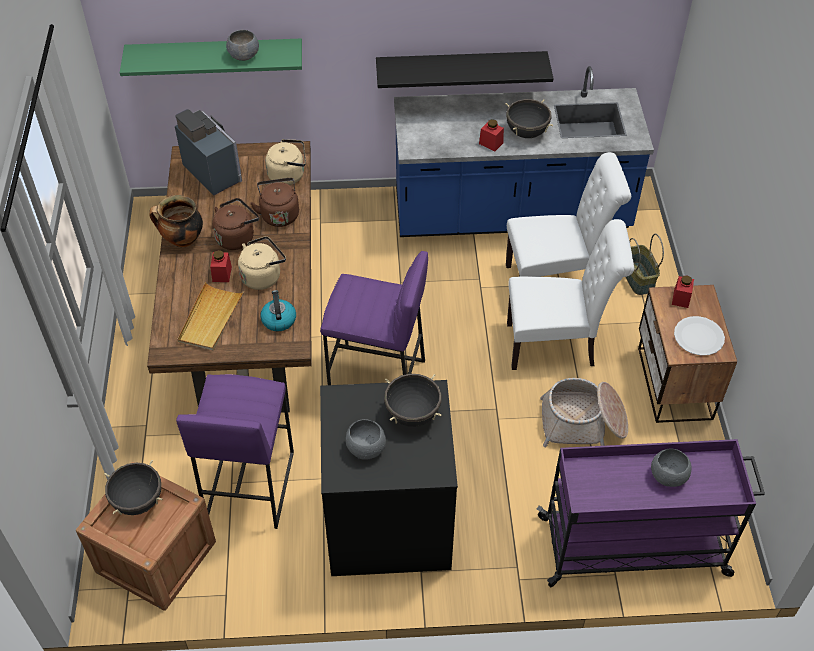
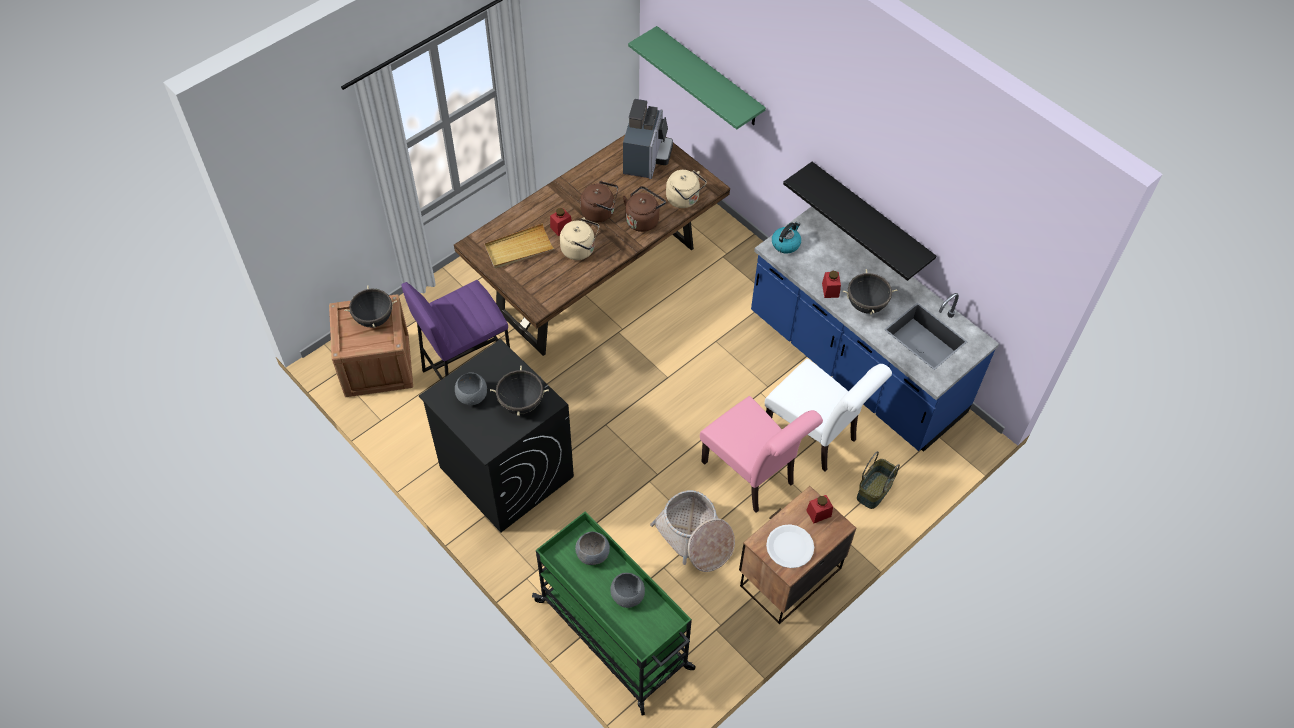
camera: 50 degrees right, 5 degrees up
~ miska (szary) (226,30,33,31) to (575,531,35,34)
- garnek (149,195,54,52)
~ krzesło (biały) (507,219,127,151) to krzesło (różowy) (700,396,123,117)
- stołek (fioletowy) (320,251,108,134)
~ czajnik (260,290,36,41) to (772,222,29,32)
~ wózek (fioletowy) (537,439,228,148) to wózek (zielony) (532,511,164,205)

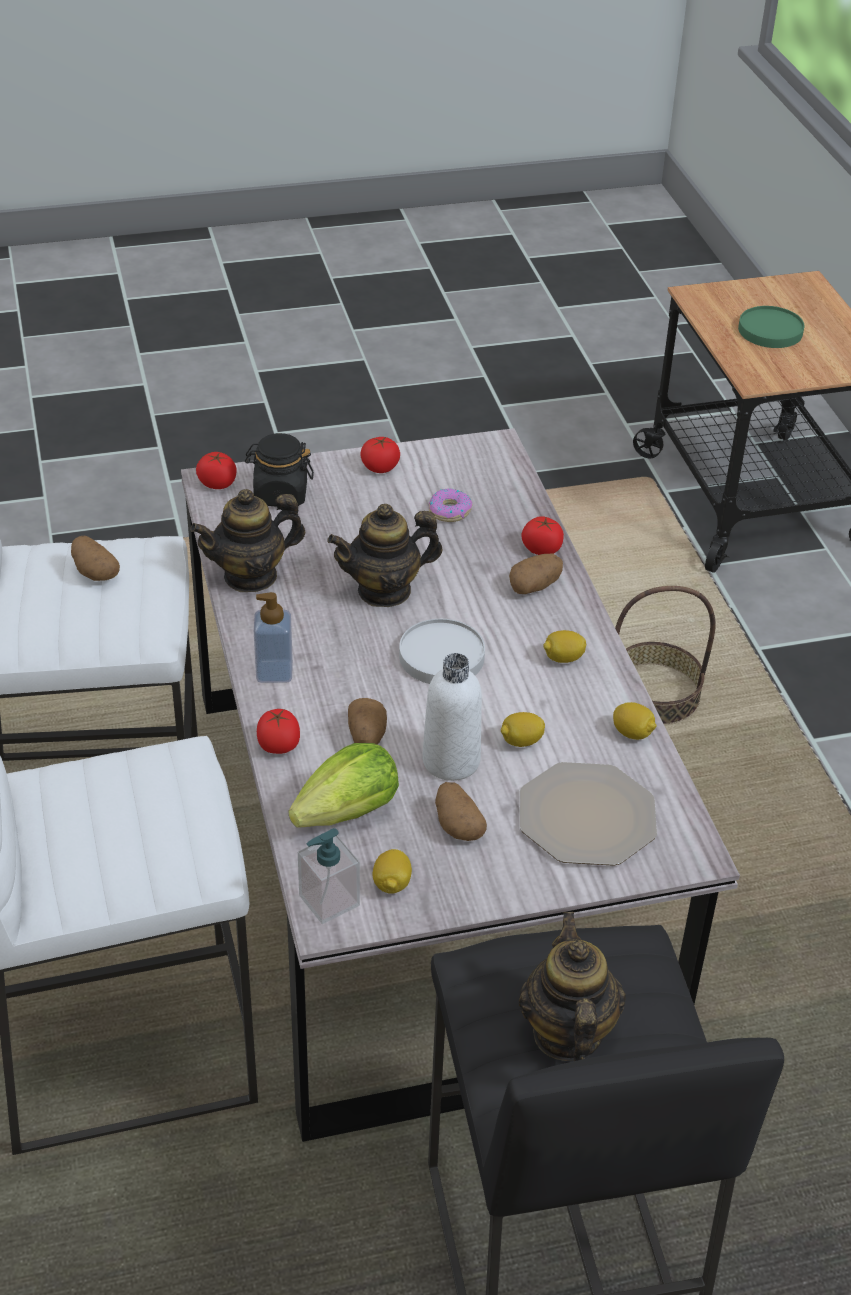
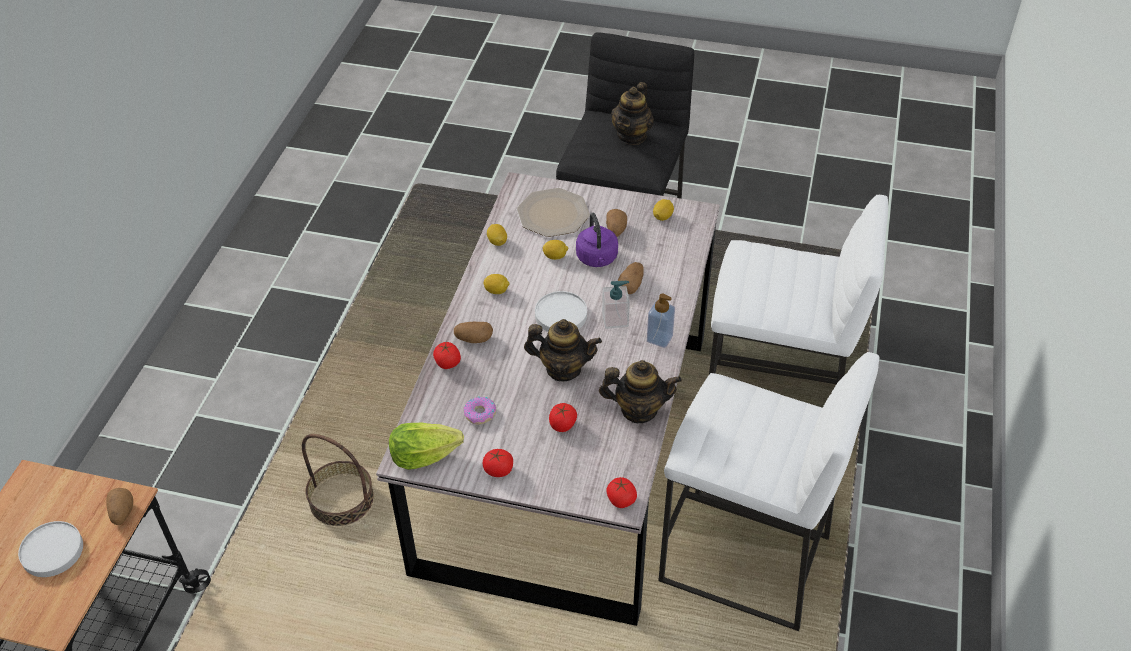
camera: 150 degrees left, 5 degrees up
~ talerz (zielony) (738,306,66,42) to talerz (biały) (18,521,65,56)
- słoik (czarny) (245,433,69,73)
~ ziemniak (71,536,49,45) to (106,488,27,37)
~ butelka (biały) (422,653,60,128) to czajnik (fioletowy) (576,213,42,54)
~ pomidor (257,709,43,45) to (549,403,28,29)
~ sałata (289,743,110,84) to (389,423,75,47)
~ dozownik mydła (298,828,62,96) to (602,281,28,48)

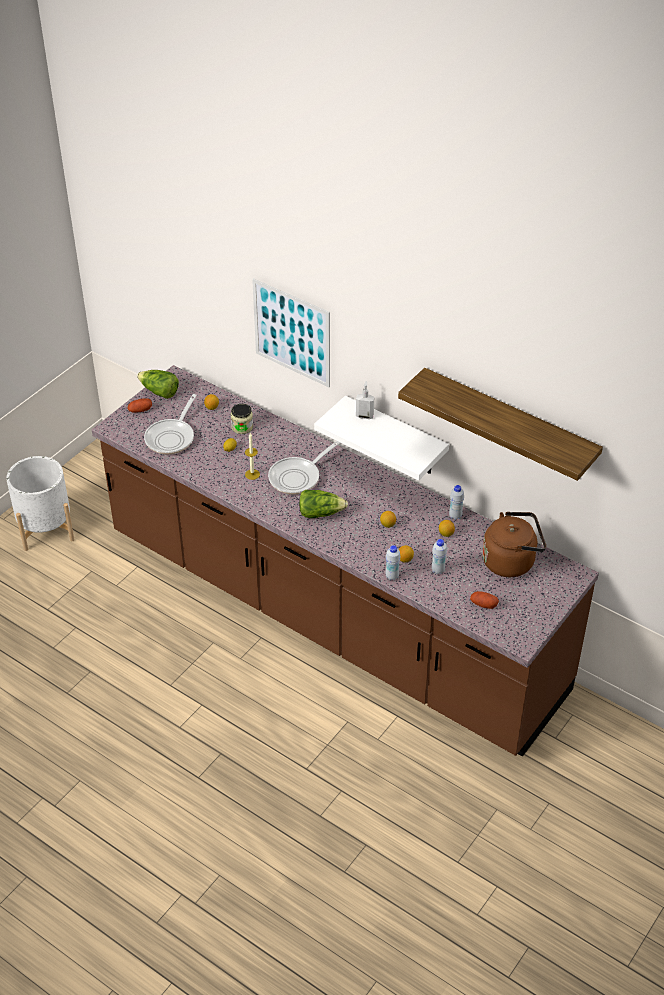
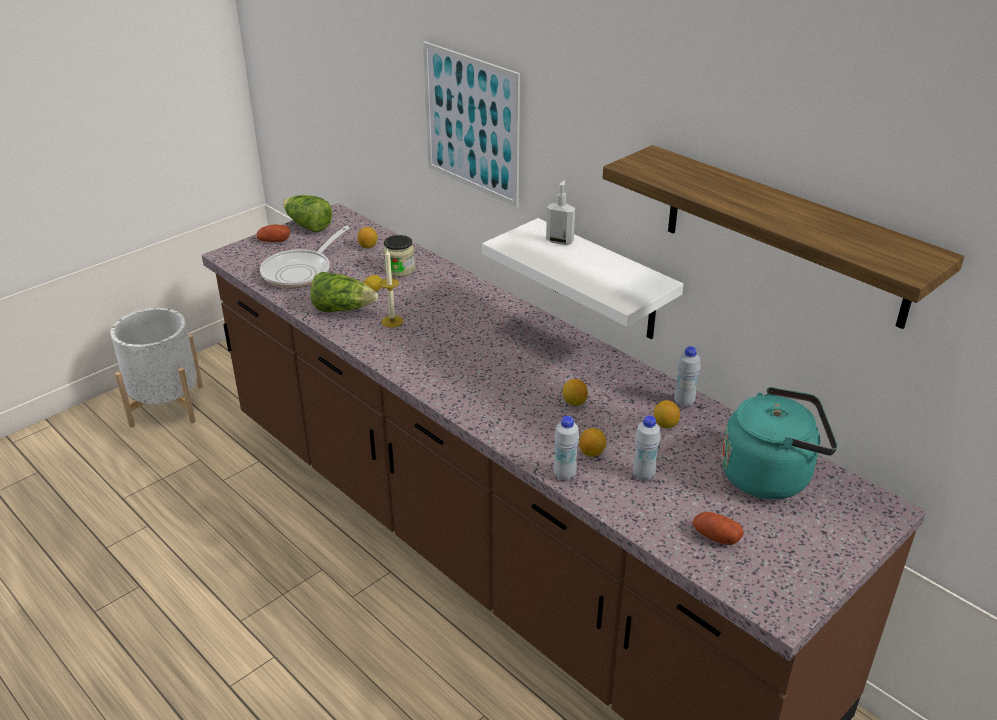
camera: 10 degrees right, 10 degrees down
- patelnia (268,441,72,54)
~ sałata (299,490,49,28) to (311,272,68,40)
~ czajnik (brązowy) (482,512,64,65) to czajnik (turkusowy) (721,387,116,112)

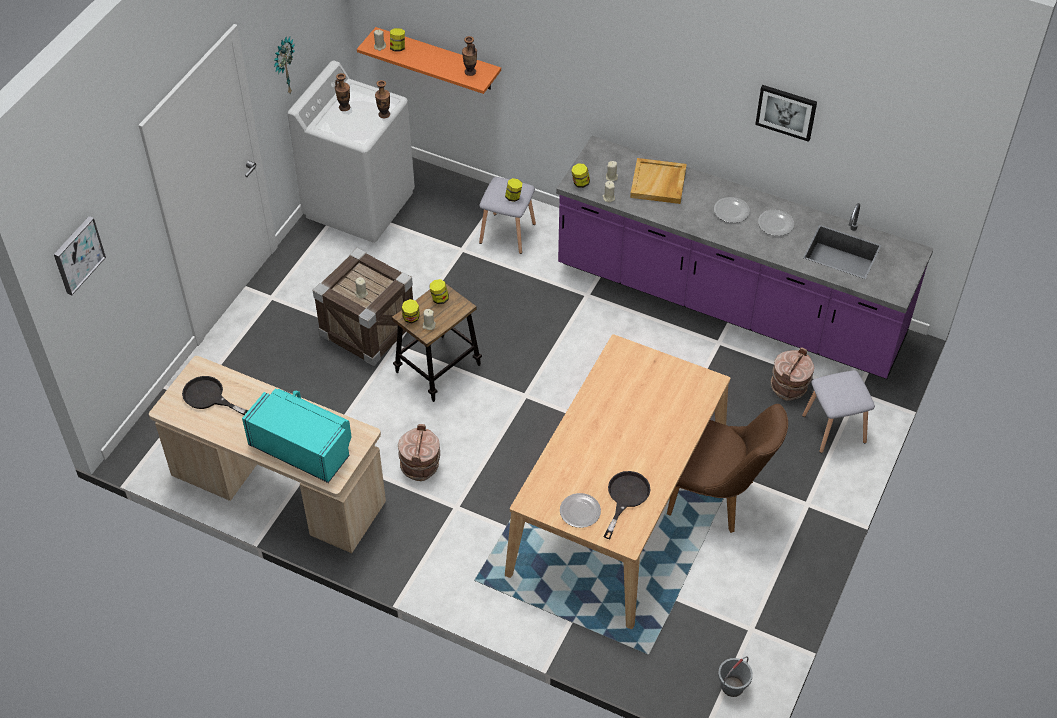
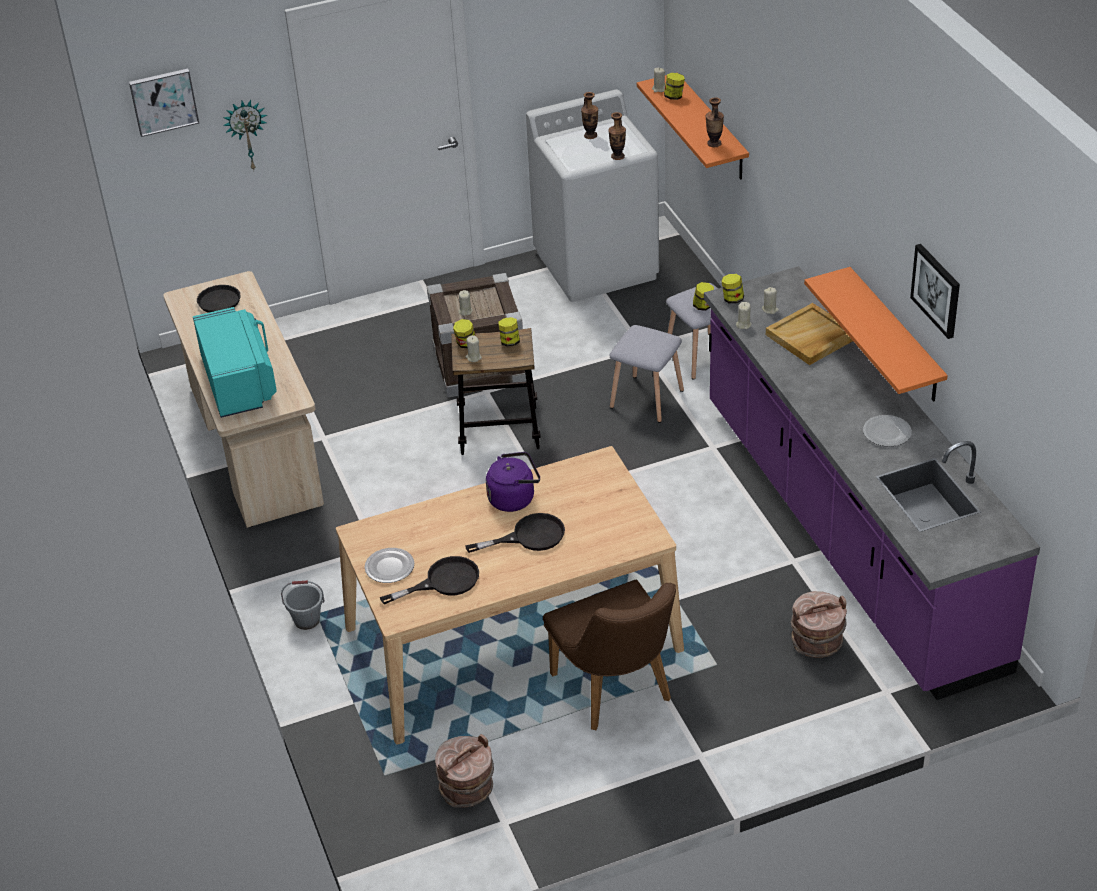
camera: 45 degrees right, 10 degrees down
~ zegar ścienny (274,37,21,58) to (223,100,44,70)
- talerz (714,197,36,26)
~ stołek (szary) (802,370,73,83) to (610,325,74,98)
~ wiadro (brązowy) (398,424,42,57) to (435,734,59,74)
~ wiadro (szary) (718,656,35,41) to (281,581,44,49)
+ półka (pomarańczowy) (804,267,144,135)
+ czajnik (fioletowy) (486,452,54,60)
+ patelnia (czarny) (465,513,100,40)

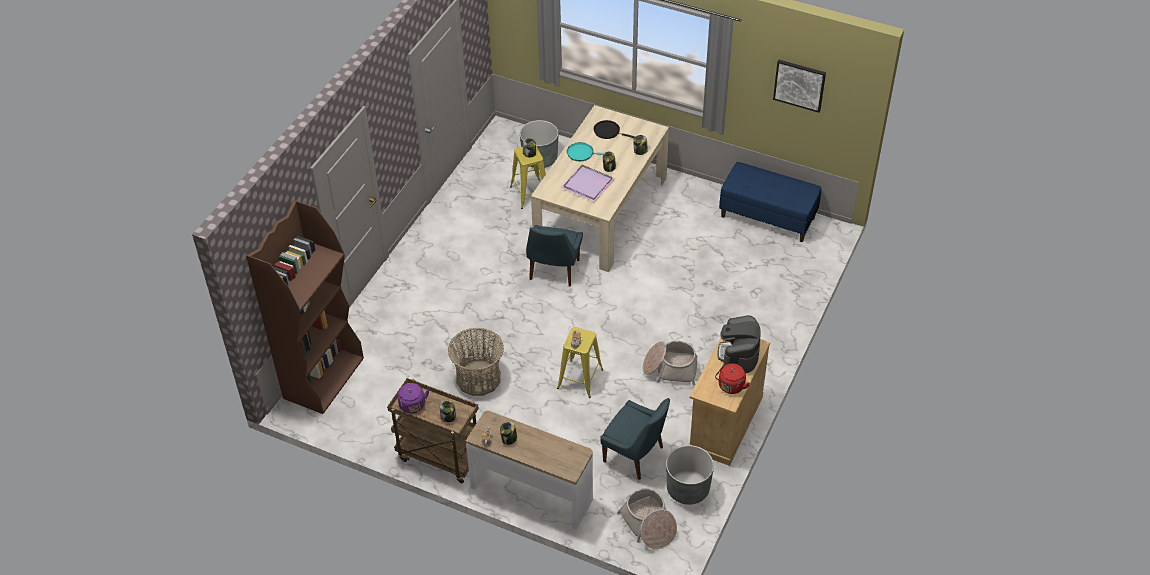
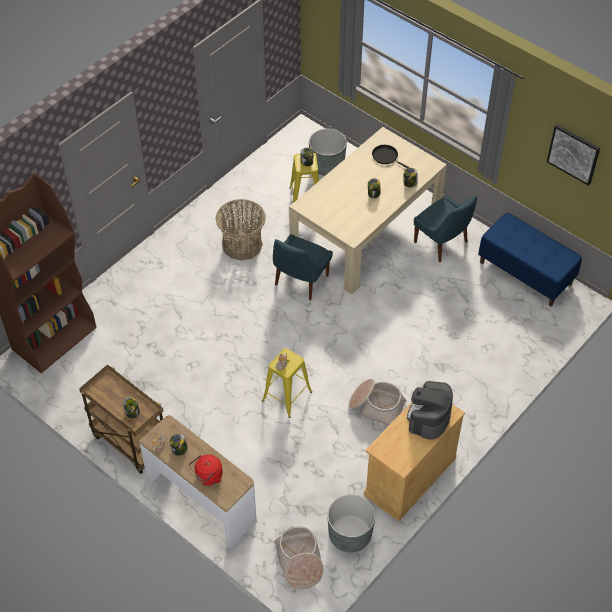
camera: 15 degrees right, 5 degrees up
- patelnia (turkusowy) (567,142,37,19)
- taca (fioletowy) (561,165,55,37)
~ koszyk (448,328,56,68) to (216,199,50,62)
~ czajnik (czerwony) (715,363,35,31) to (189,454,34,31)
- czajnik (fioletowy) (398,383,31,31)
~ krzesło (niebieski) (600,398,70,82) to (414,195,63,67)

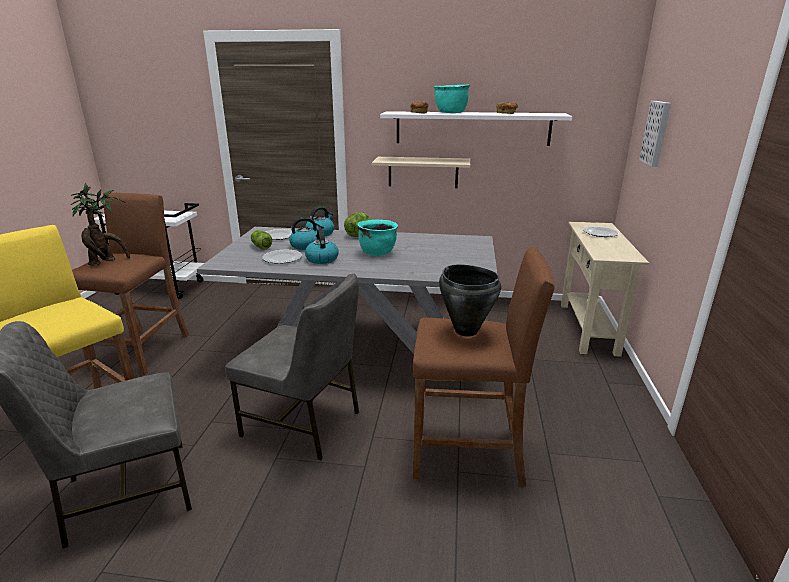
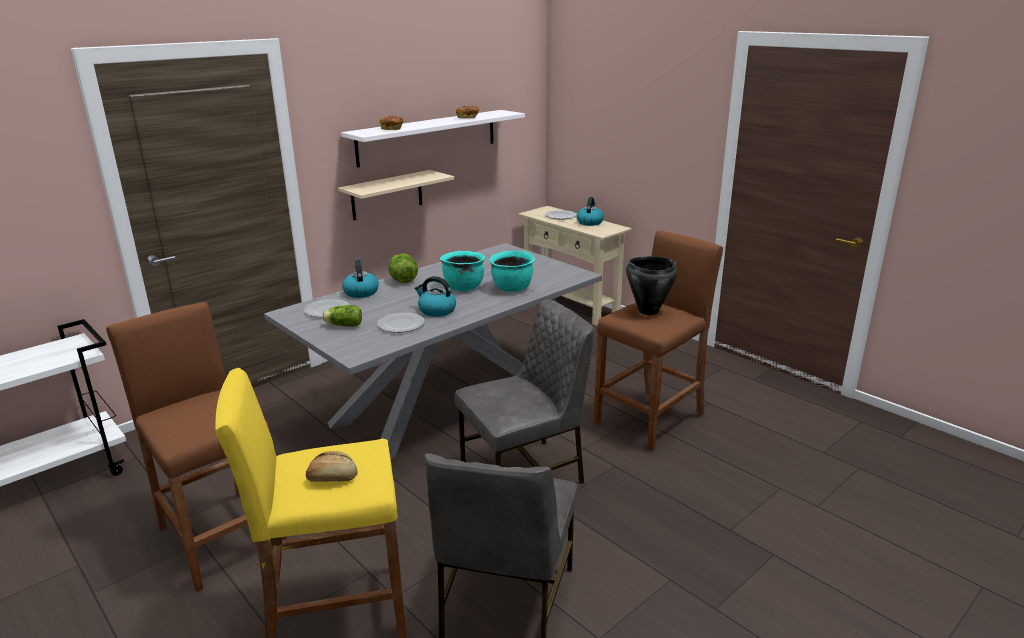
camera: 50 degrees left, 0 degrees up
~ garnek (turkusowy) (434,84,36,29) to (489,250,45,42)
- obraz (639,101,32,66)
- roślina doniczkowa (71,182,59,83)
~ czajnik (289,217,35,33) to (577,197,27,29)
+ chleb (306,451,52,31)

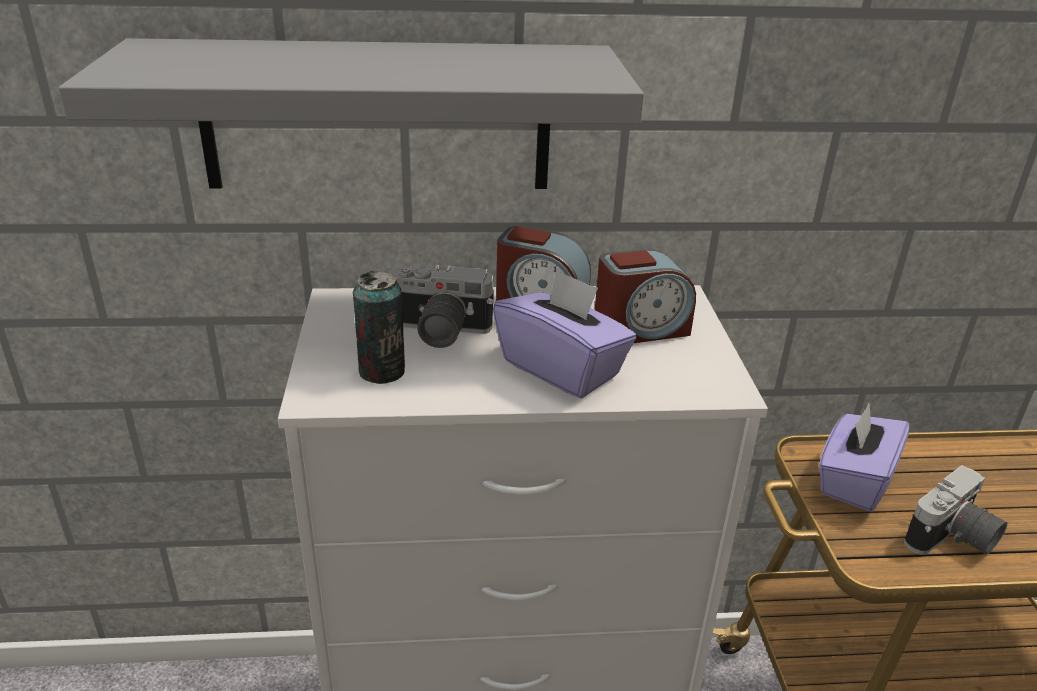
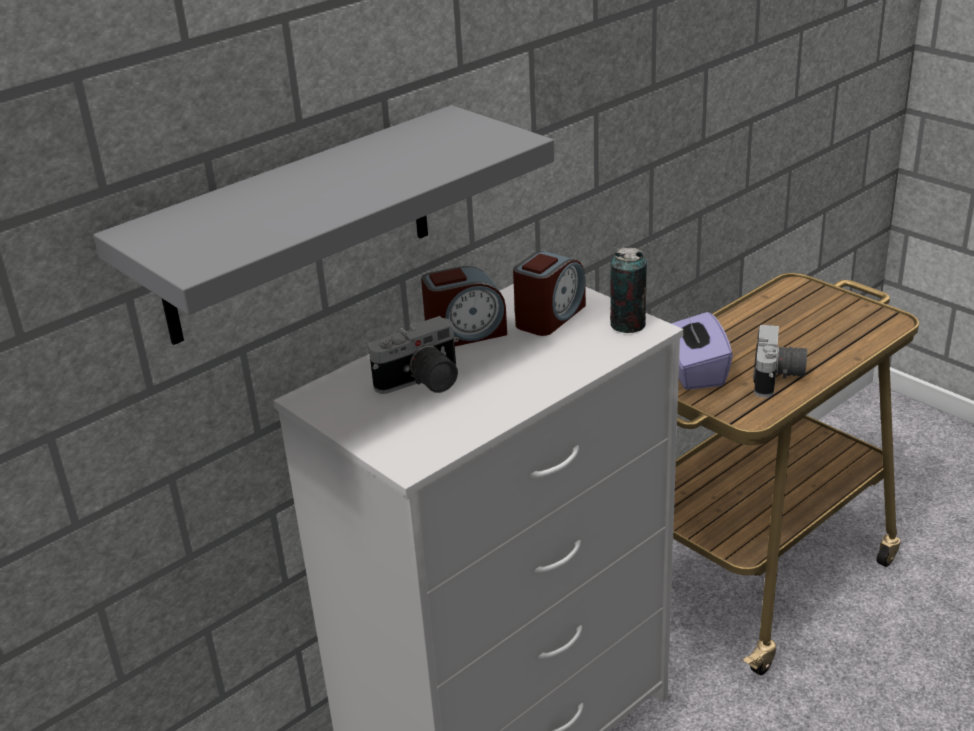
camera: 35 degrees left, 0 degrees up
- pudełko chusteczek (fioletowy) (493,269,144,129)
~ puszka (353,271,52,113) to (610,248,37,85)

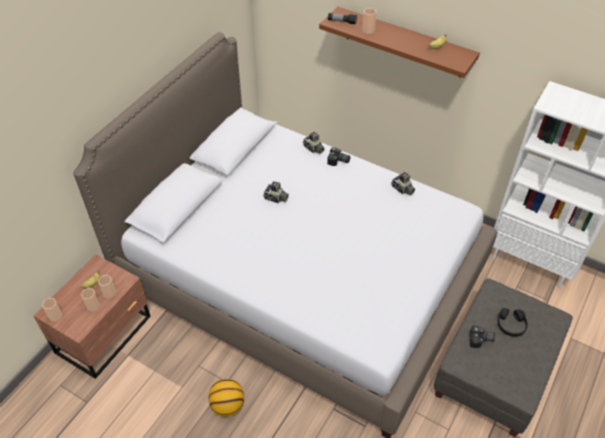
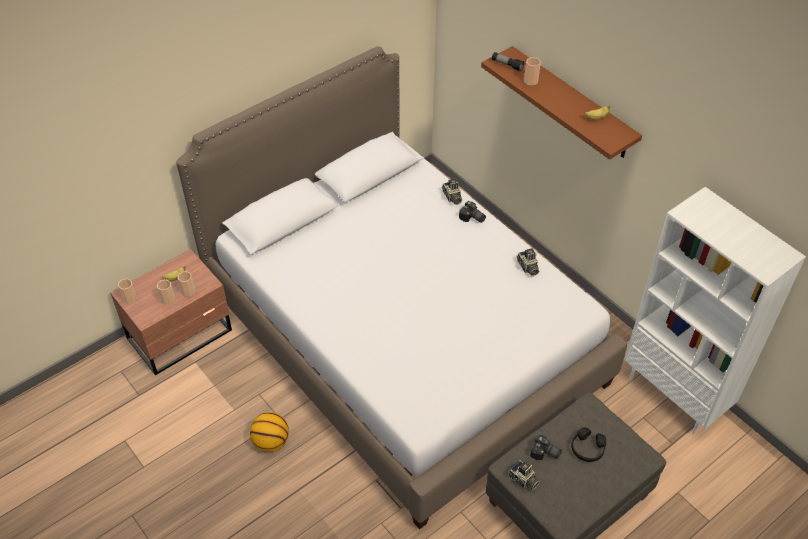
camera: 20 degrees right, 0 degrees up
~ aparat fotograficzny (263,181,26,22) to (507,460,33,30)

